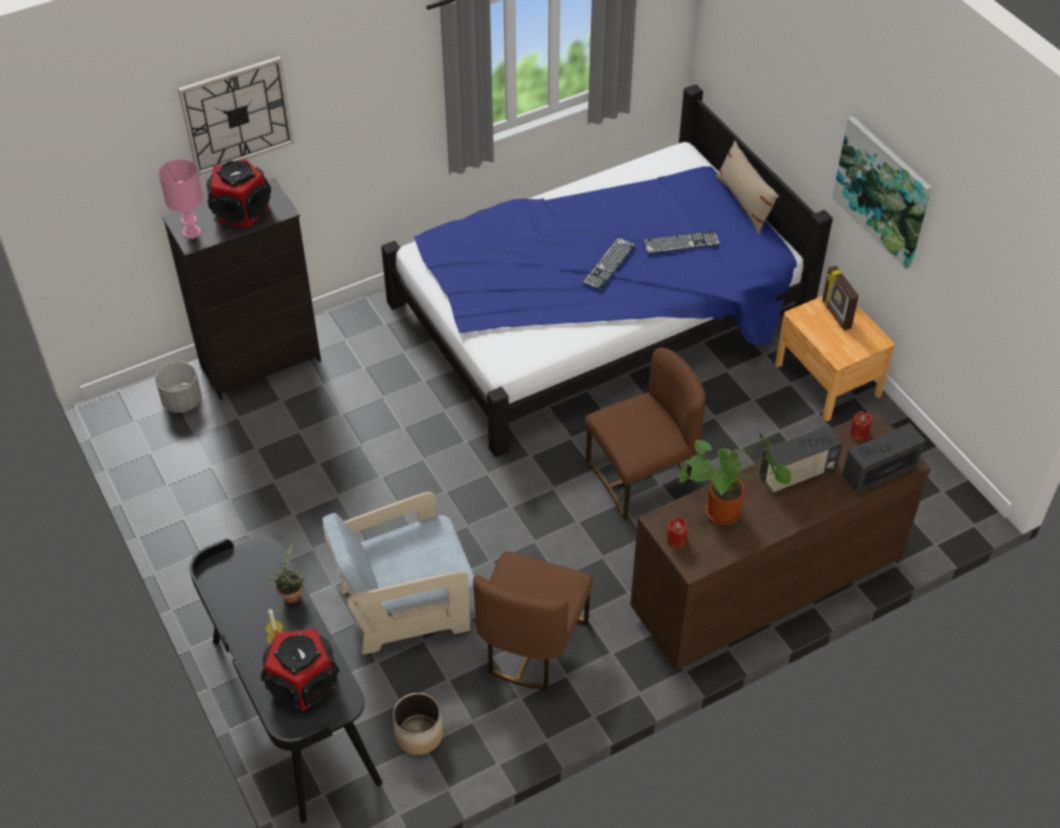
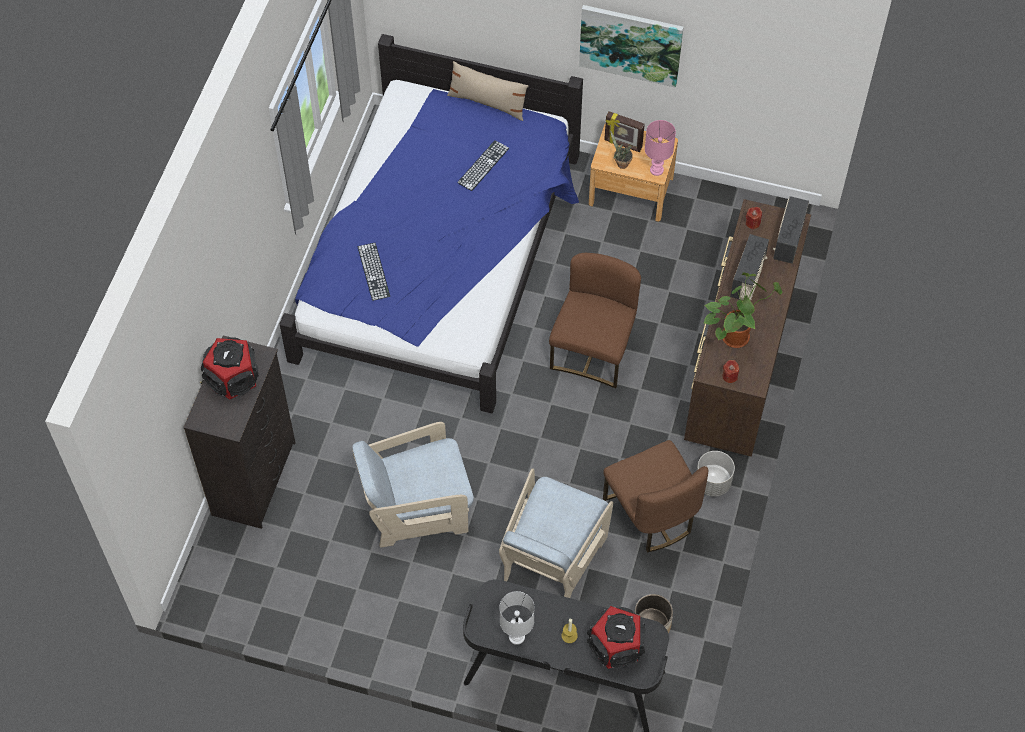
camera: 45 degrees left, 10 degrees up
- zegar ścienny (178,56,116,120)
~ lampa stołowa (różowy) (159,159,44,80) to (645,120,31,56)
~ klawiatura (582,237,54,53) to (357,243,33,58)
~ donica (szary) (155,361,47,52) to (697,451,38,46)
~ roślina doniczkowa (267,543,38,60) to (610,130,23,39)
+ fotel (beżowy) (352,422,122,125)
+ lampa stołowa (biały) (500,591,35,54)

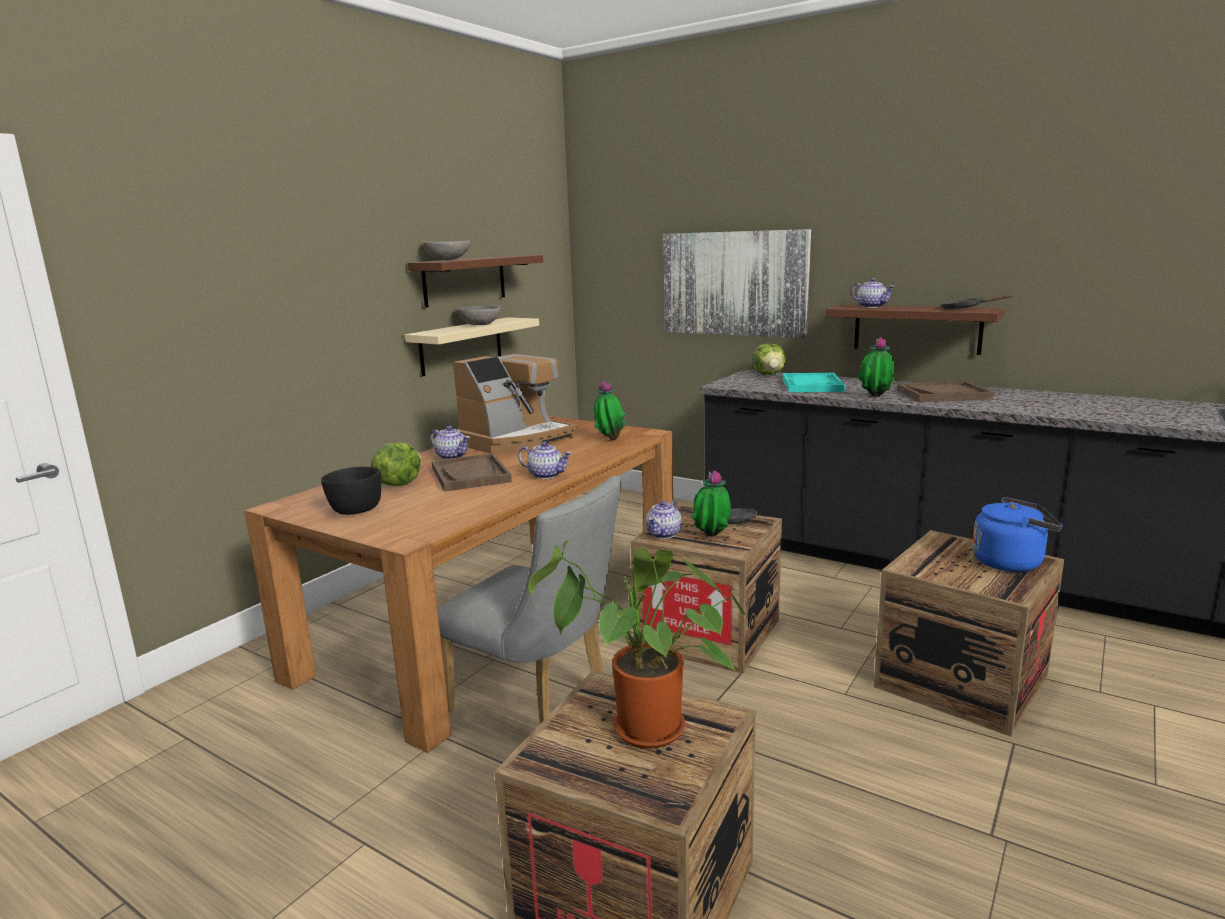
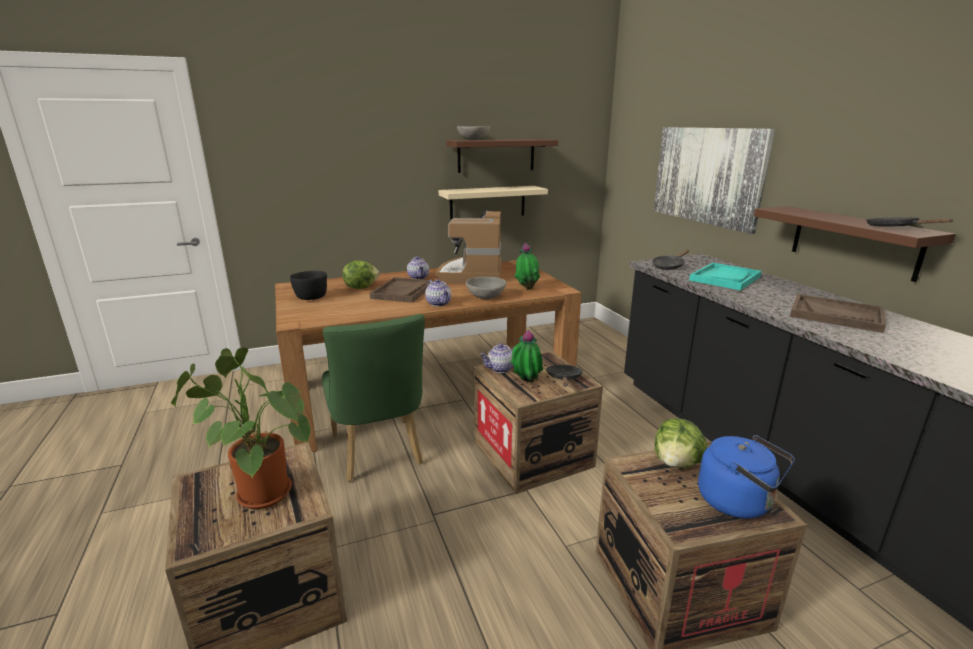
camera: 35 degrees right, 5 degrees up
- imbryk (851,278,44,30)
~ miska (szary) (456,305,45,20) to (466,277,41,22)
- roślina doniczkowa (858,337,36,60)
~ sałata (752,343,34,32) to (655,418,52,50)
~ ekspres do kawy (453,354,124,99) = (435,210,66,74) 105 degrees clockwise
~ krzesło (szary) (437,476,184,248) to krzesło (zielony) (322,314,103,167)
+ patelnia (czarny) (652,249,37,21)

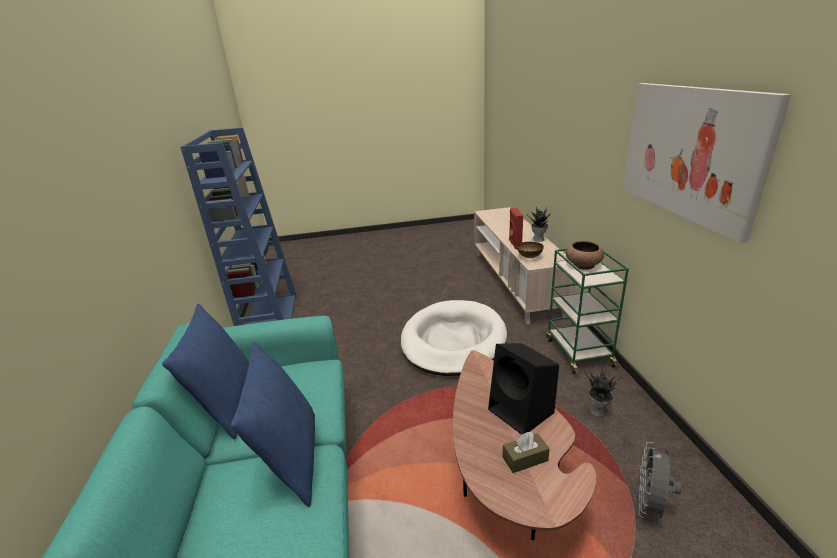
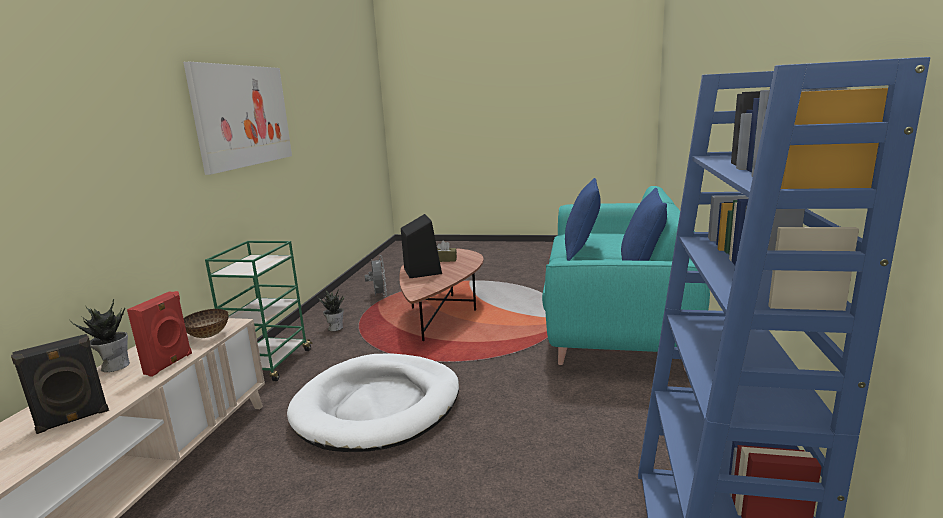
camera: 160 degrees left, 10 degrees down
- miska (brązowy) (566,241,38,29)
~ wentylator (szary) (637,442,45,77) = (365,255,22,42) 60 degrees counterclockwise
+ głośnik (czarny) (11,334,98,100)

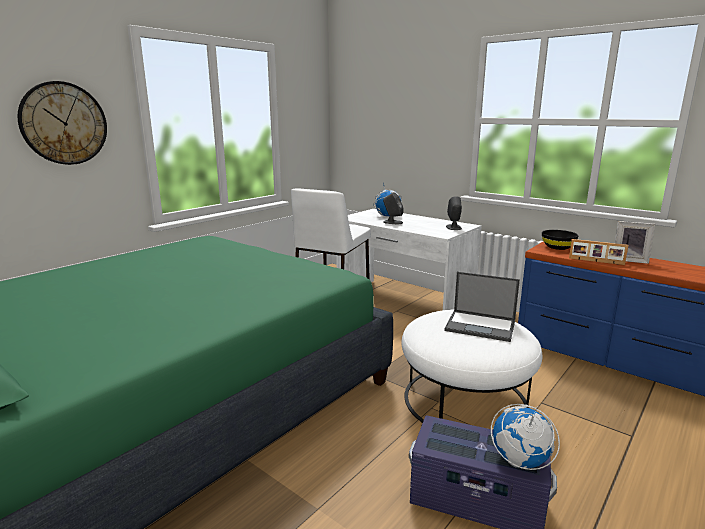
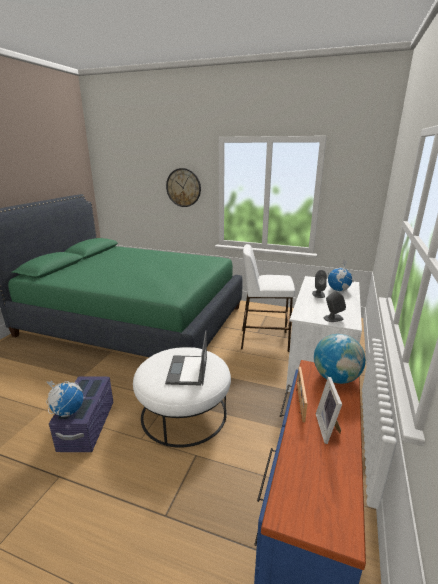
camera: 70 degrees right, 5 degrees up
~ miska (czarny) (542,230,36,20) to globus (314,334,52,50)

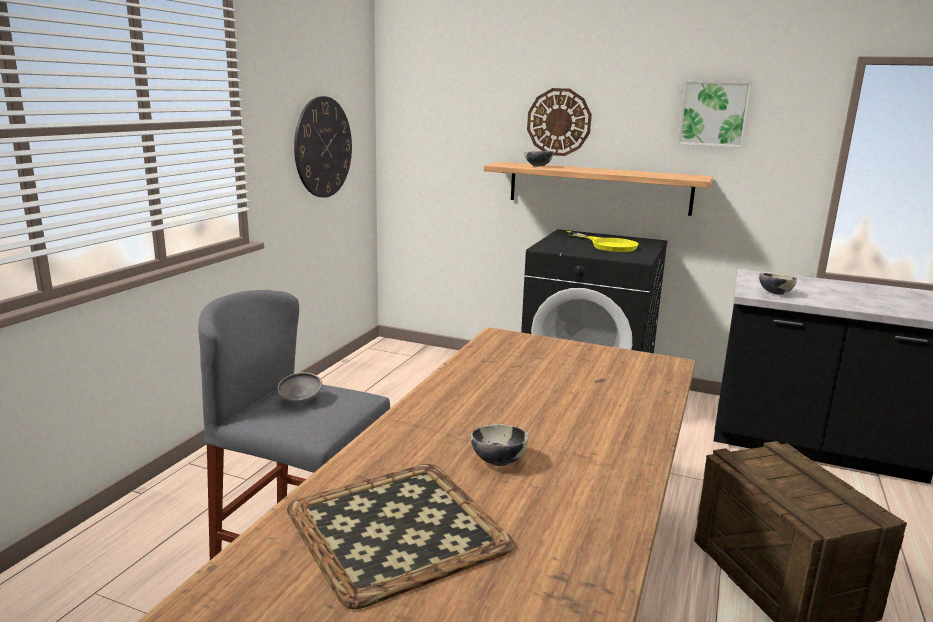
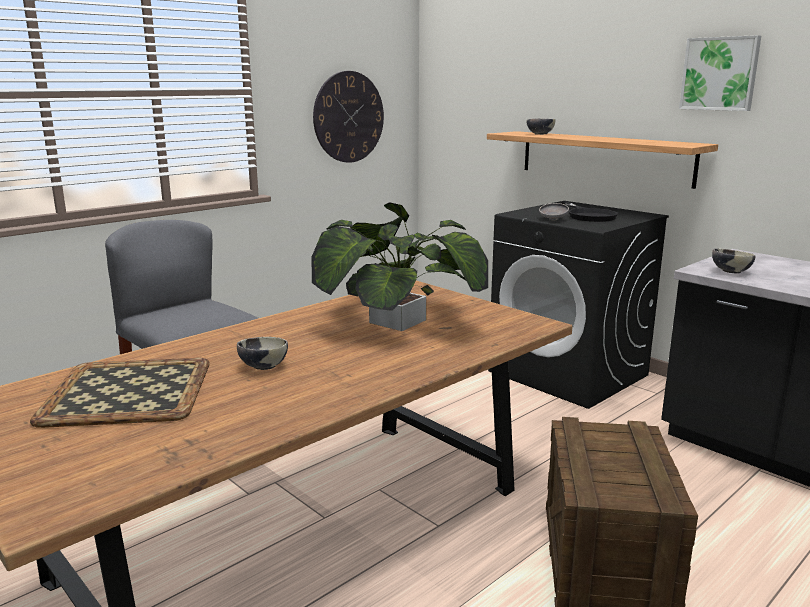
camera: 25 degrees right, 0 degrees up
- zegar ścienny (527,88,65,68)
~ patelnia (żółty) (566,231,73,21) to patelnia (czarny) (561,201,57,21)
~ miska (szary) (277,372,45,31) to (539,203,30,17)
+ roślina doniczkowa (311,202,177,129)

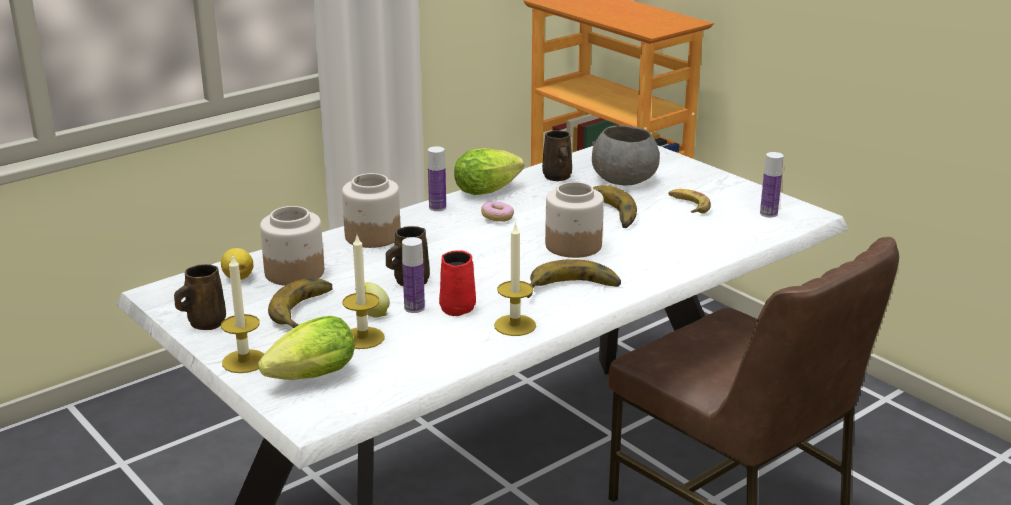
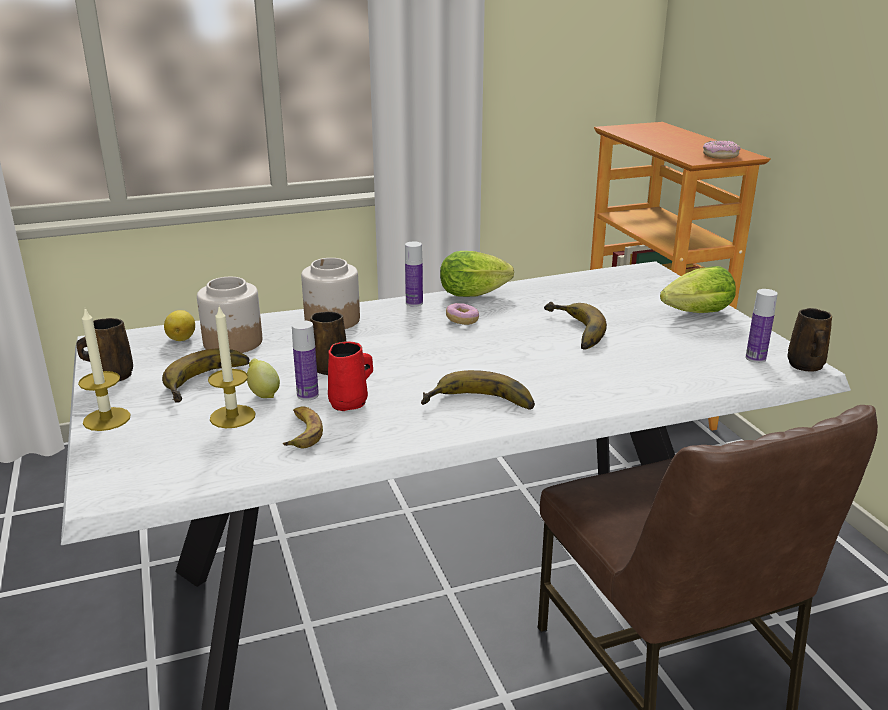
camera: 20 degrees right, 0 degrees up
- miska (szary) (592,126,68,60)
~ kubek (brązowy) (542,130,30,51) to (787,308,45,63)
- słoik (545,182,59,76)
~ banan (668,189,43,24) to (283,406,40,42)
- świeca (494,222,42,114)
~ sałata (258,316,97,64) to (660,266,76,47)
+ donut (703,140,38,19)

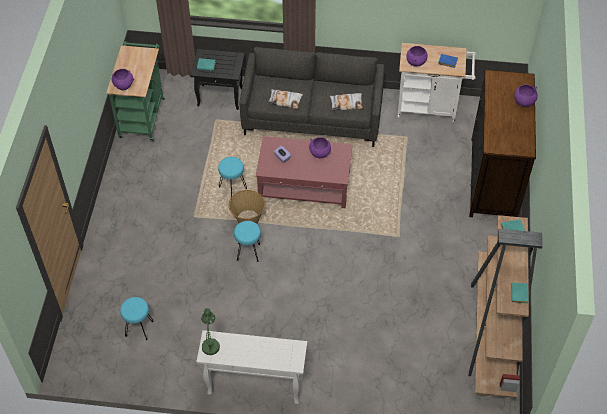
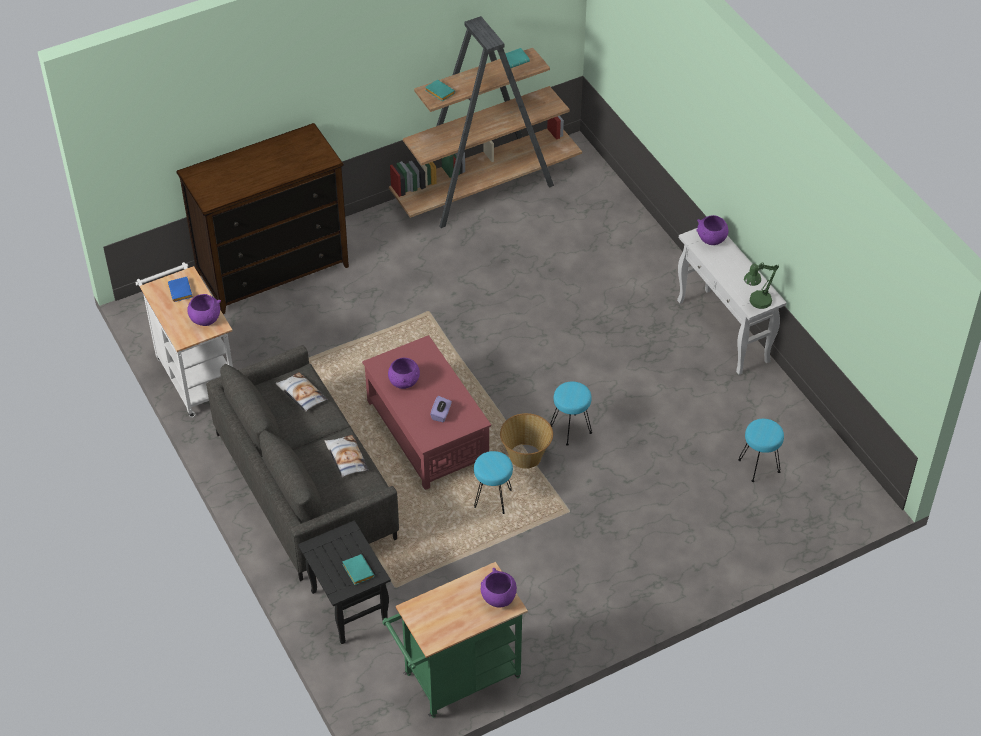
camera: 125 degrees left, 5 degrees down
~ miska (fioletowy) (514,84,24,23) to (696,215,32,30)

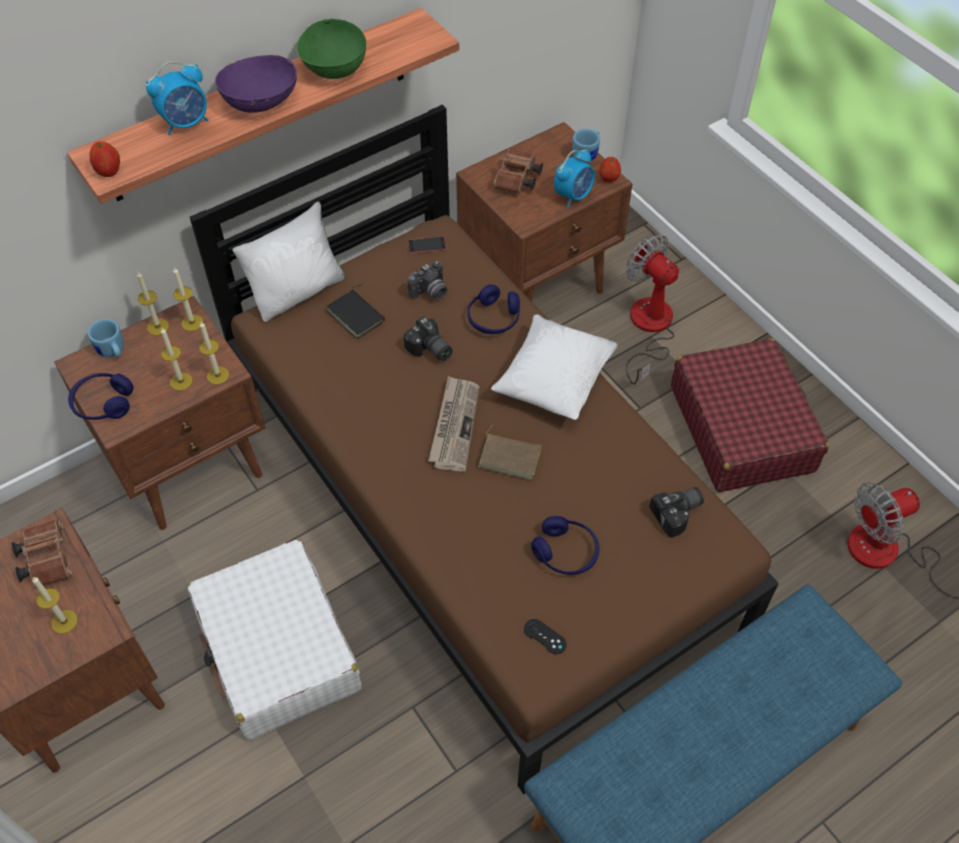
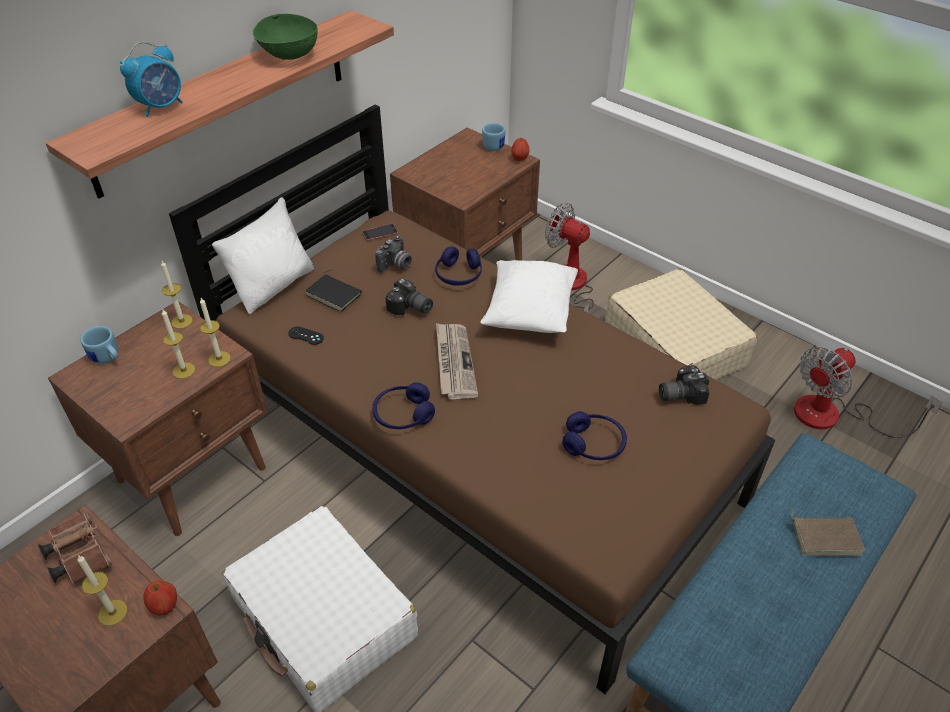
camera: 15 degrees left, 10 degrees down
- miska (fioletowy) (215,55,82,58)
~ jabłko (89,141,31,36) to (143,580,34,35)
- lornetka (brązowy) (493,149,50,45)
- budzik (554,149,41,59)
- świeca (137,272,32,63)
~ walizka (czerwony) (671,338,158,154) to walizka (beżowy) (605,269,153,111)
~ słuchawki (niebieski) (68,373,66,47) to (372,382,63,47)
~ książka (brązowy) (478,424,64,56) to (791,507,74,49)
~ aparat fotograficzny (649,487,55,51) = (659,365,50,40) 150 degrees counterclockwise
~ pad do gier (czarny) (524,619,42,35) to (288,327,36,18)

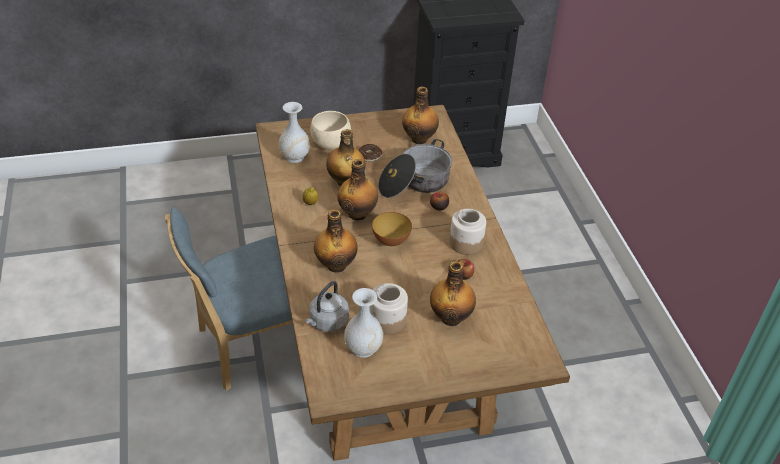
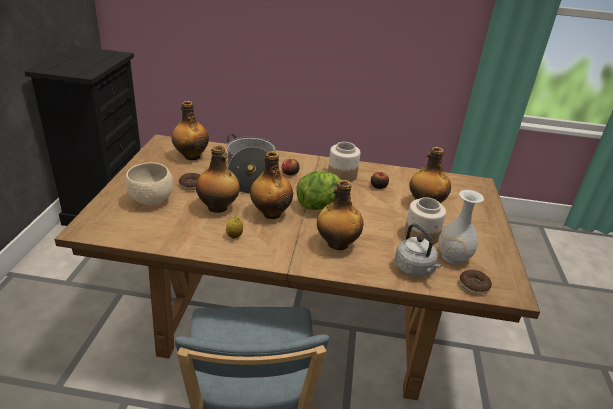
camera: 70 degrees left, 10 degrees down
- wazon (biały) (279,102,31,61)
~ miska (372,212,40,34) to sałata (296,171,45,39)
+ donut (459,270,33,25)

